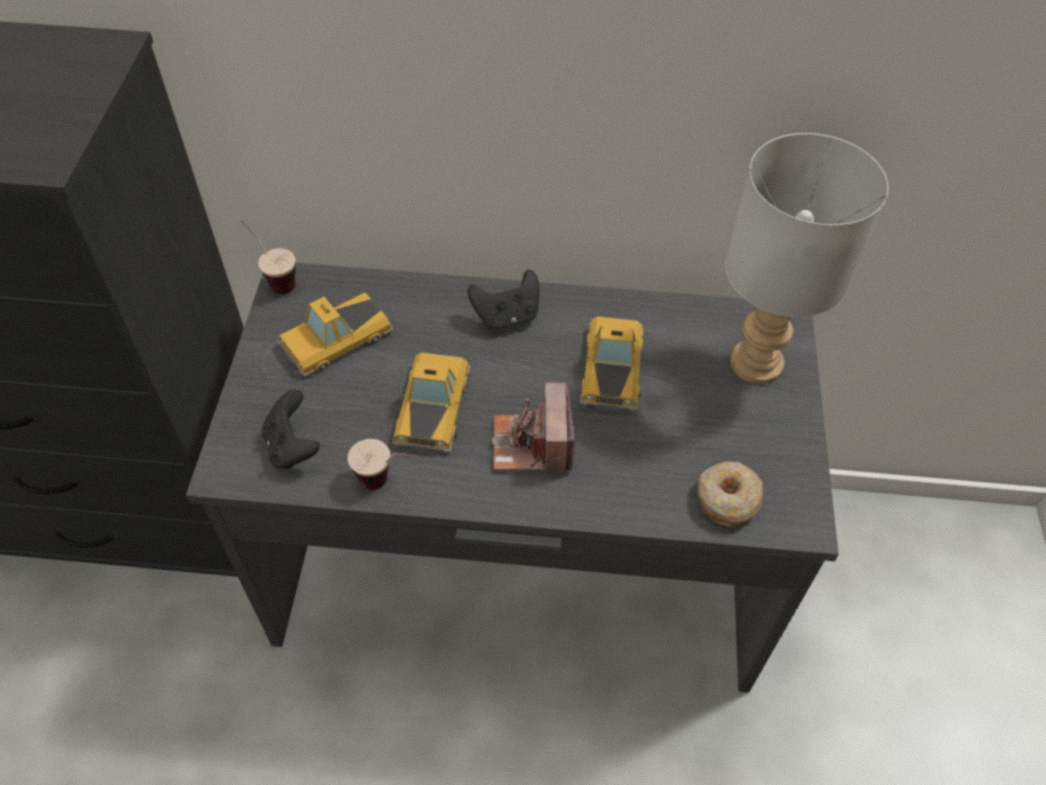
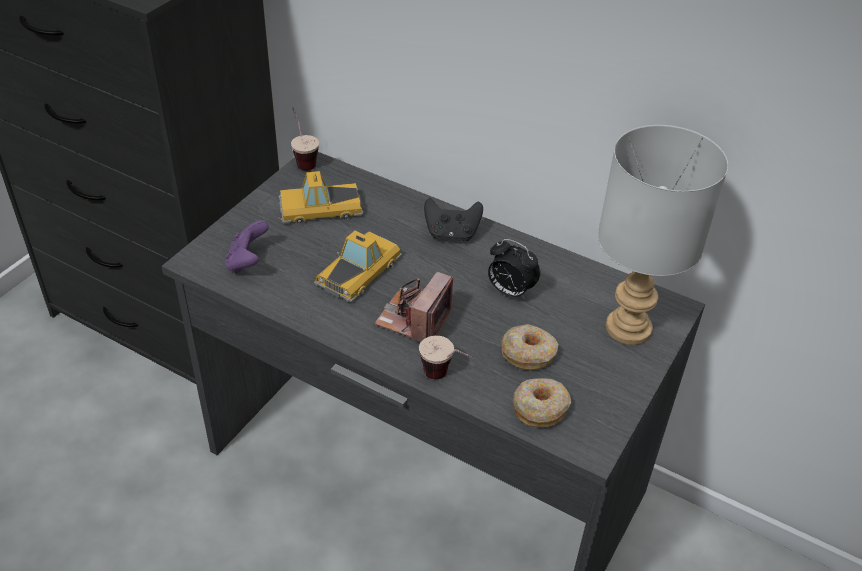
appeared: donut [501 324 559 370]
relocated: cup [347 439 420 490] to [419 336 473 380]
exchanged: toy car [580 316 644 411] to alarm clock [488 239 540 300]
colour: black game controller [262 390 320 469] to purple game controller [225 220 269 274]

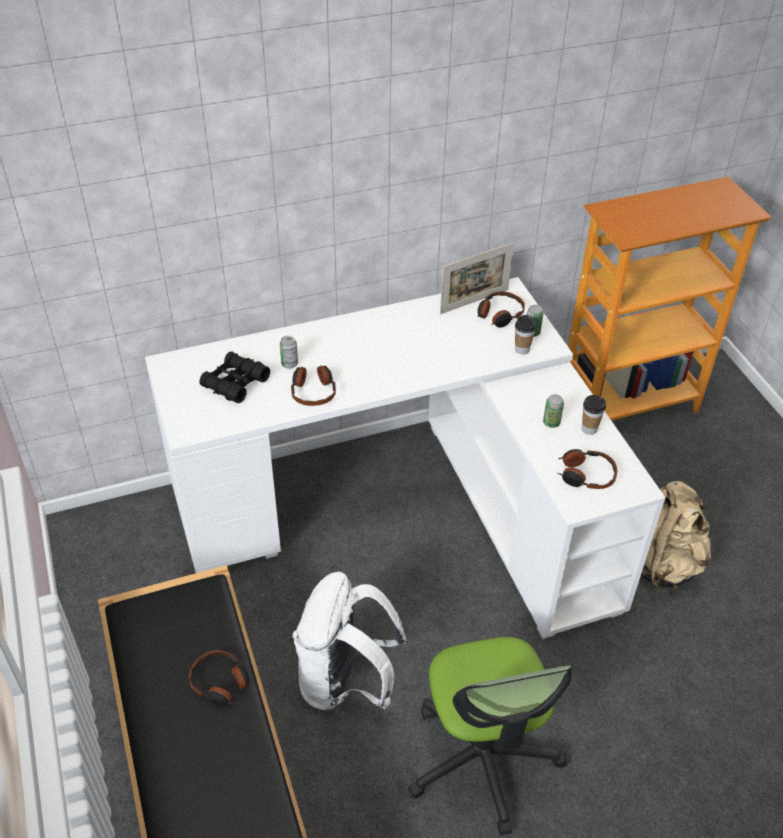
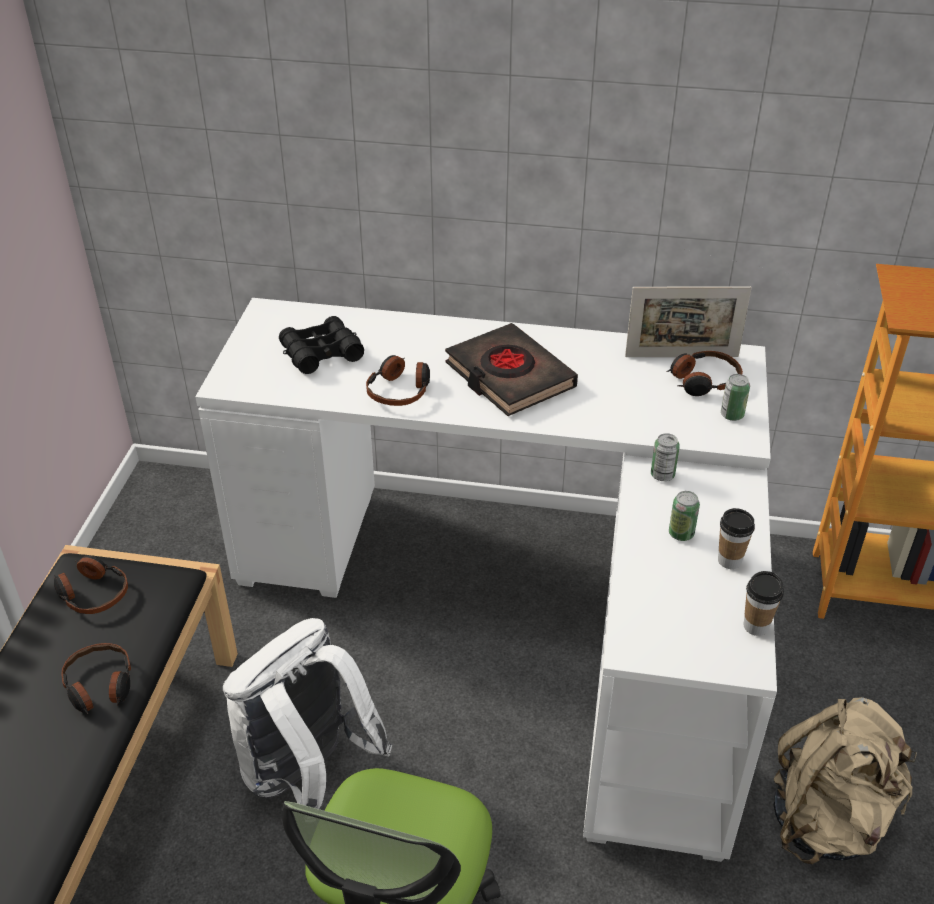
appeared: black book [445 323 578 416]
relocated: headphones [558 449 617 489] to [54 555 128 614]; can [280 336 298 369] to [651 433 680 481]; cup [515 315 536 355] to [744 571 784 636]

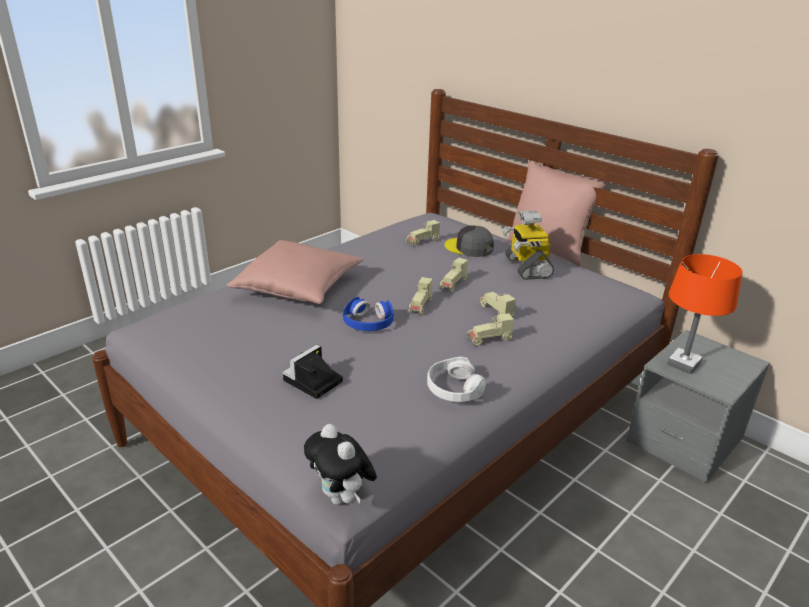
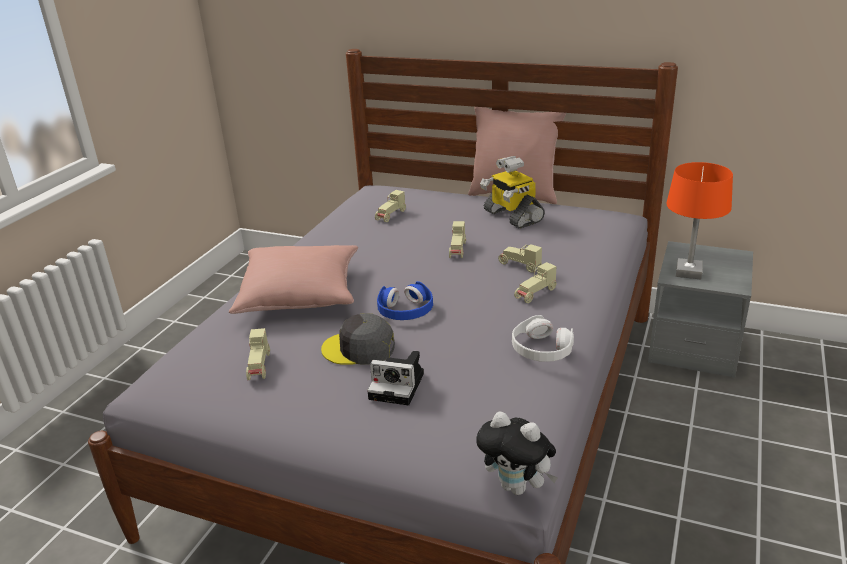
relocated: beige toy car [409 277 433 315] to [246 328 270 380]; grey cap [444 225 494 257] to [321 313 395 365]
spun: photo camera [283 345 343 399] = [367 351 424 405] 90 degrees counterclockwise

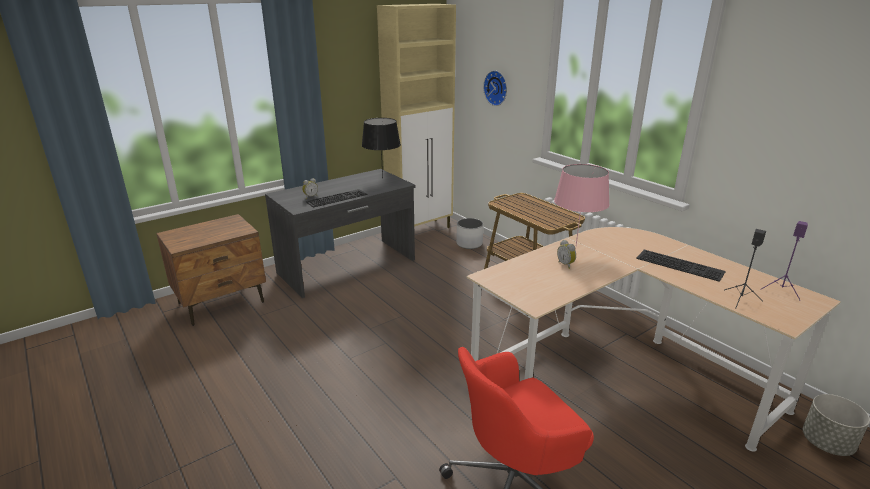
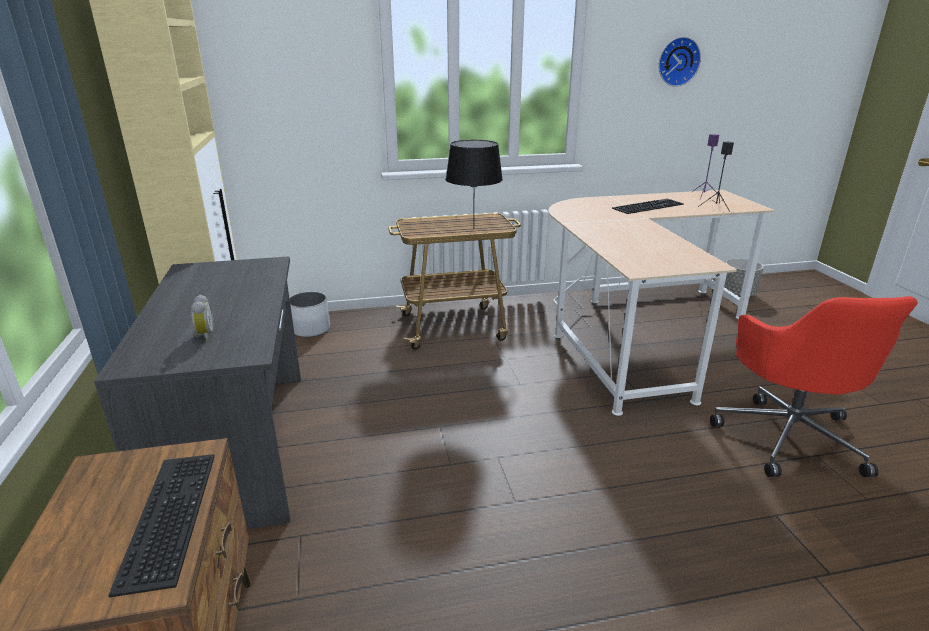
missing: pink table lamp [554 164 610 246]; alarm clock [557 240 576 269]
relocated: keyboard [306 189 367 208] to [108 454 215 597]; black table lamp [362 118 401 179] to [446 140 503 230]; wall clock [483 70 507 106] to [659 37 701 87]

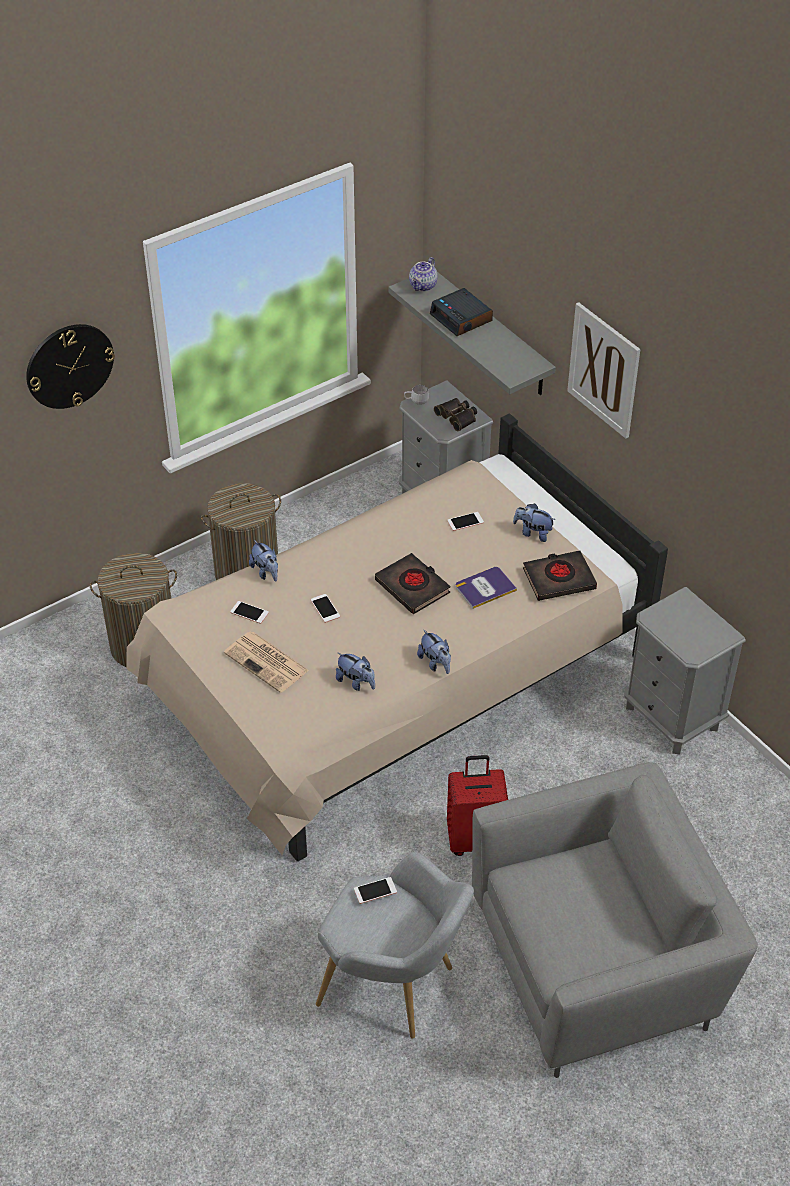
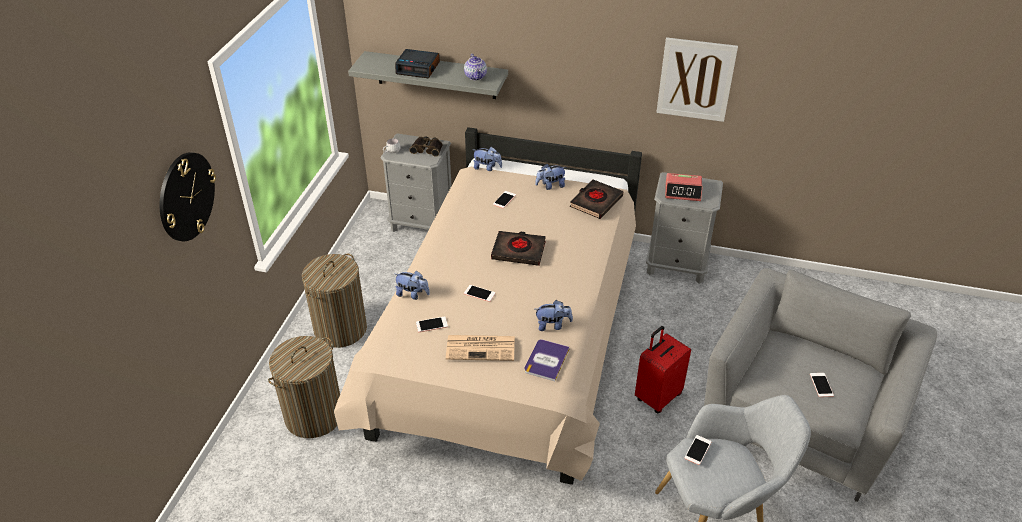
appeared: alarm clock [665 173 703 201]; phone [810 373 834 397]
relocated: teapot [409 257 438 292] to [464 53 487 80]; plush toy [417 630 451 674] to [474 147 502 171]; book [455 567 517 609] to [524 339 570 381]; picture [567 302 640 439] to [656 37 738 122]

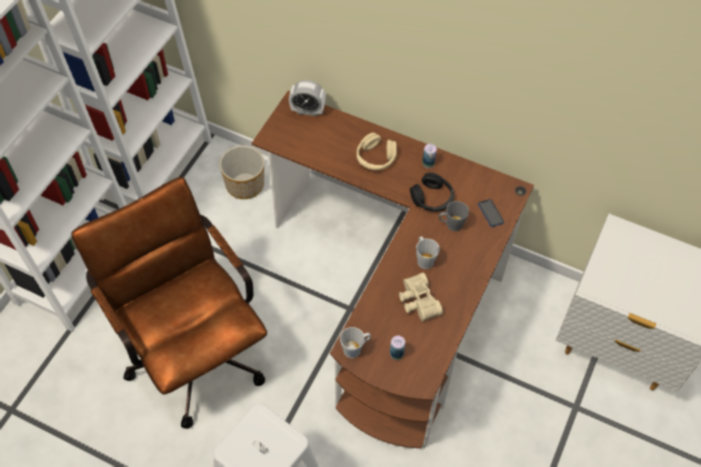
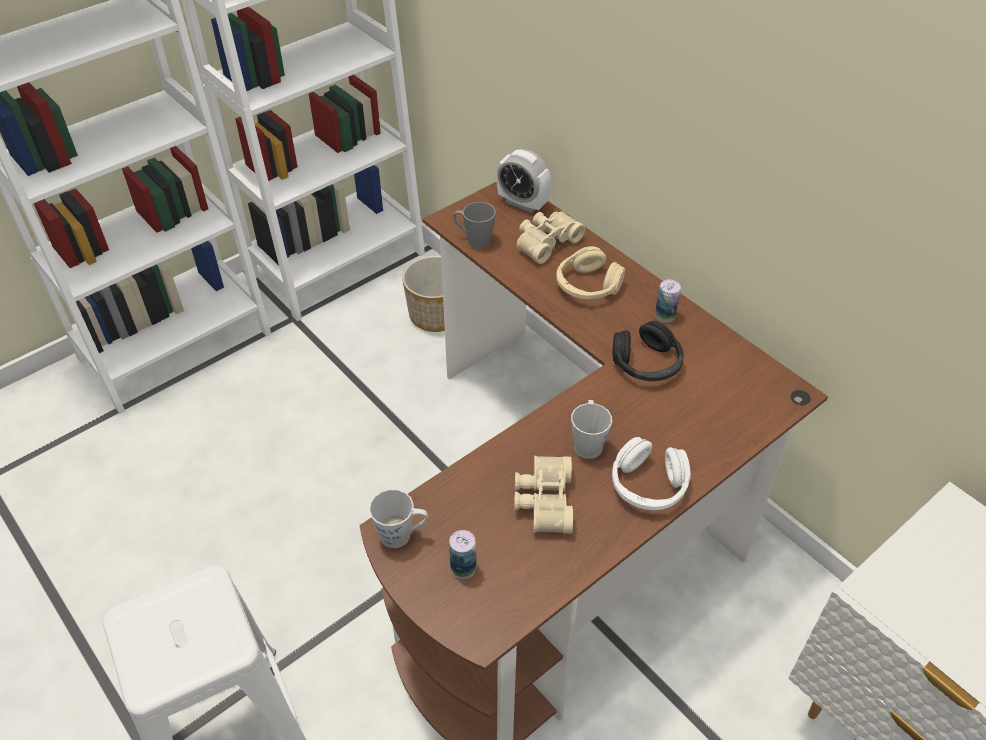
missing: brown office chair [71 177 267 429]; phone [478 199 504 227]
appeared: beige binoculars [516 211 585 264]; white headphones [612 437 691 510]
relocated: grey mug [439 201 469 231] to [453 202 496 249]

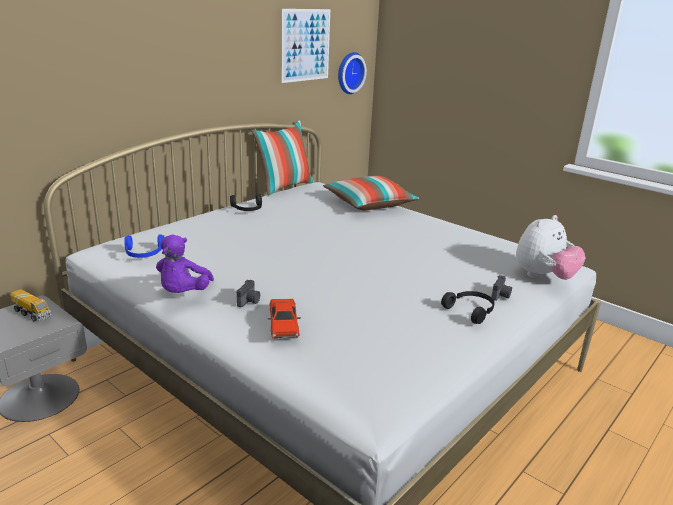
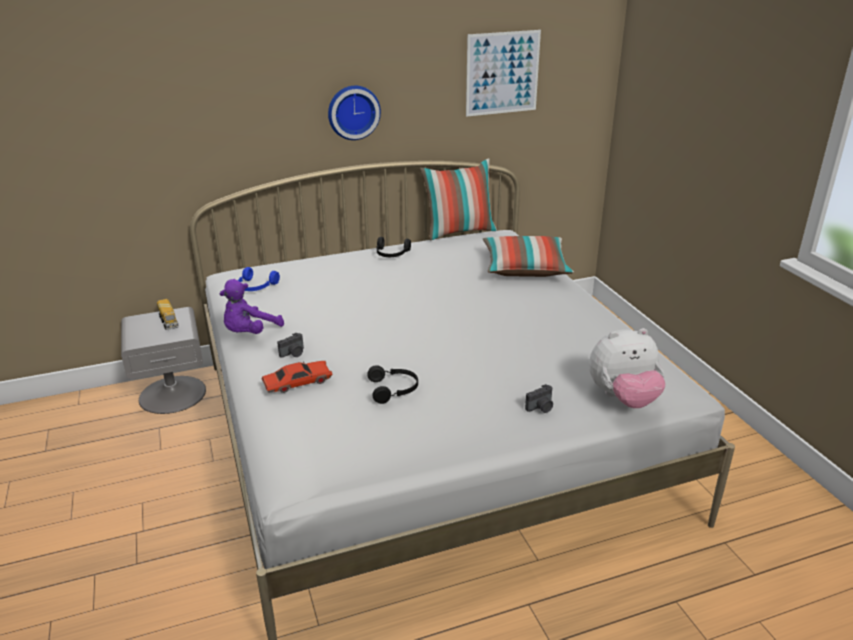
relocated: wall clock [338 52 367 94] to [328 86 381 140]; black headphones [441 291 495 324] to [367 365 418 404]
spun: red toy car [268 299 301 339] = [262 361 332 393] 135 degrees counterclockwise

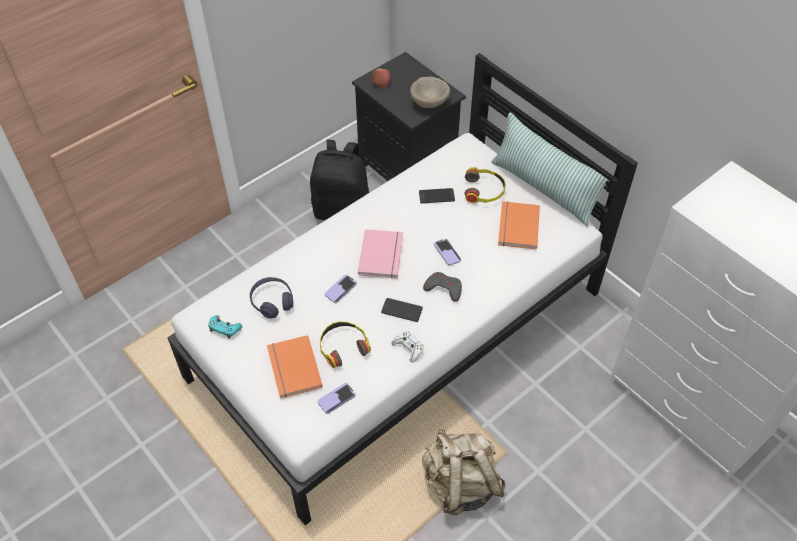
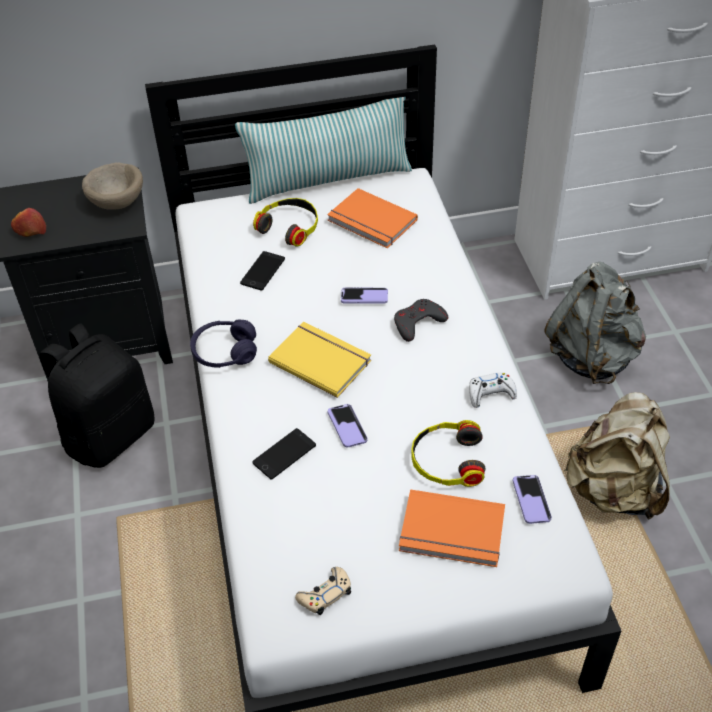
appeared: grey backpack [544 262 646 384]
relocated: purple headphones [250 277 293 319] to [190 320 257 368]; phone [381 298 423 322] to [252 428 316 480]
colour: pink book [358 229 403 279] to yellow book [268 322 371 398]; turquoise game controller [208 315 242 339] to beige game controller [295 567 351 615]

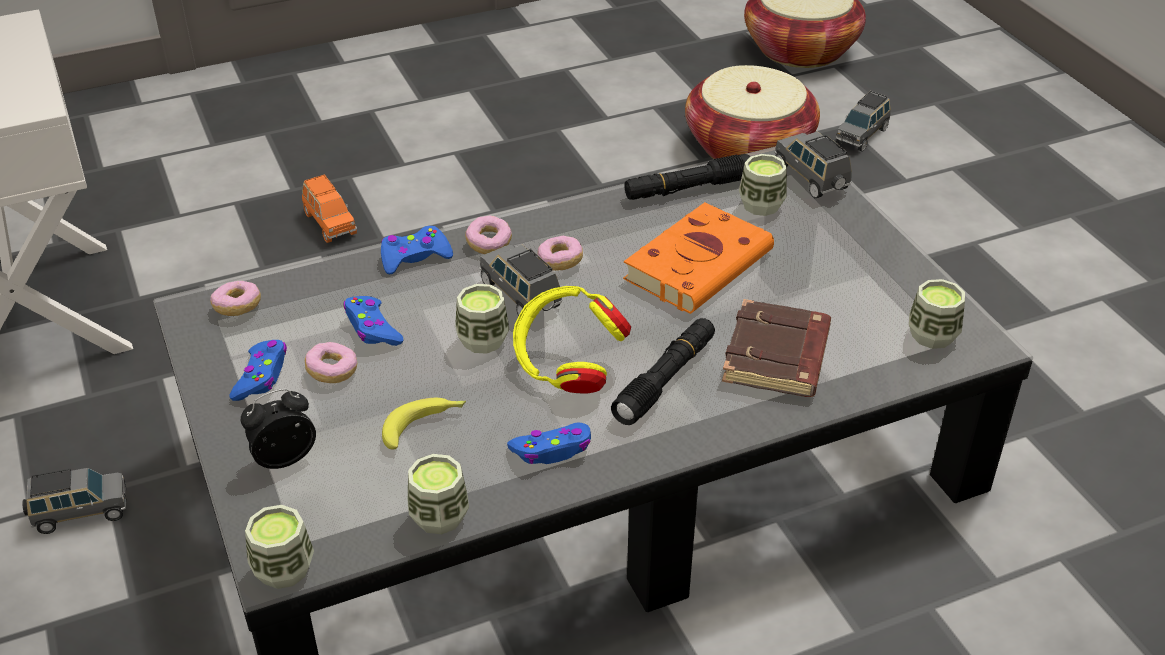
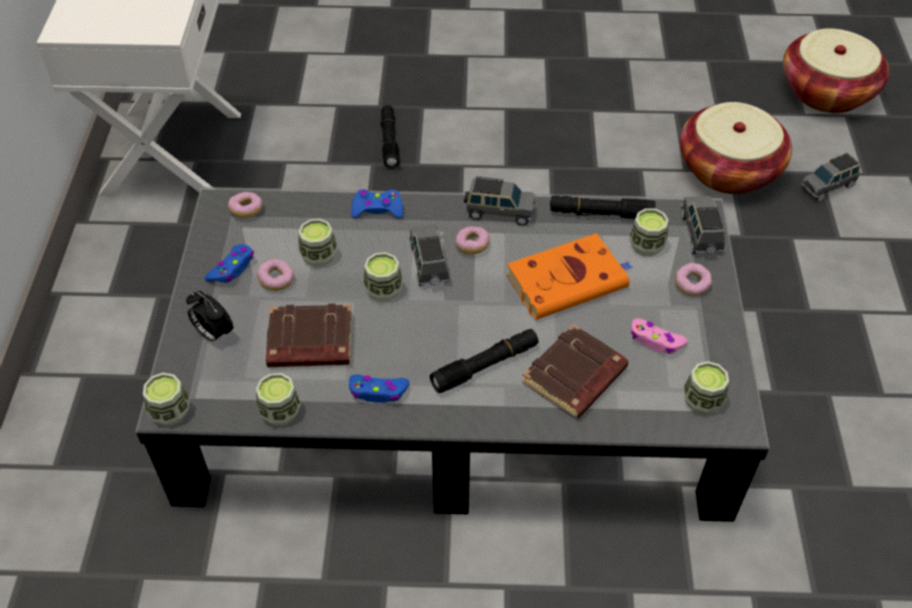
missing: yellow headphones [513 286 631 394]
appeared: pink game controller [631 318 688 354]
relocated: grey toy car [22 468 127 534] to [464 177 535 226]; donut [465 215 512 254] to [675 263 712 297]
exchanged: banana [382 398 466 449] to brown book [266 303 352 367]; blue game controller [344 296 403 346] to cup [298 219 337 267]; orange toy car [302 174 357 243] to black flashlight [380 105 400 169]
spun: alarm clock [241 389 316 469] = [186 291 233 343] 135 degrees counterclockwise

